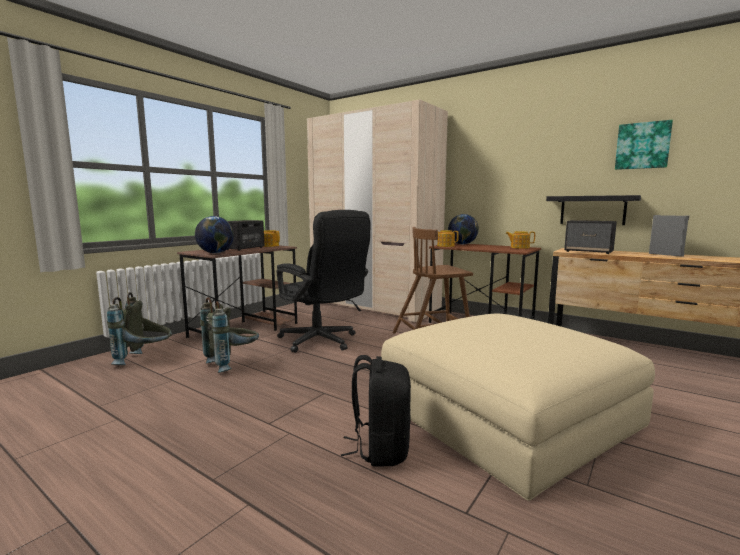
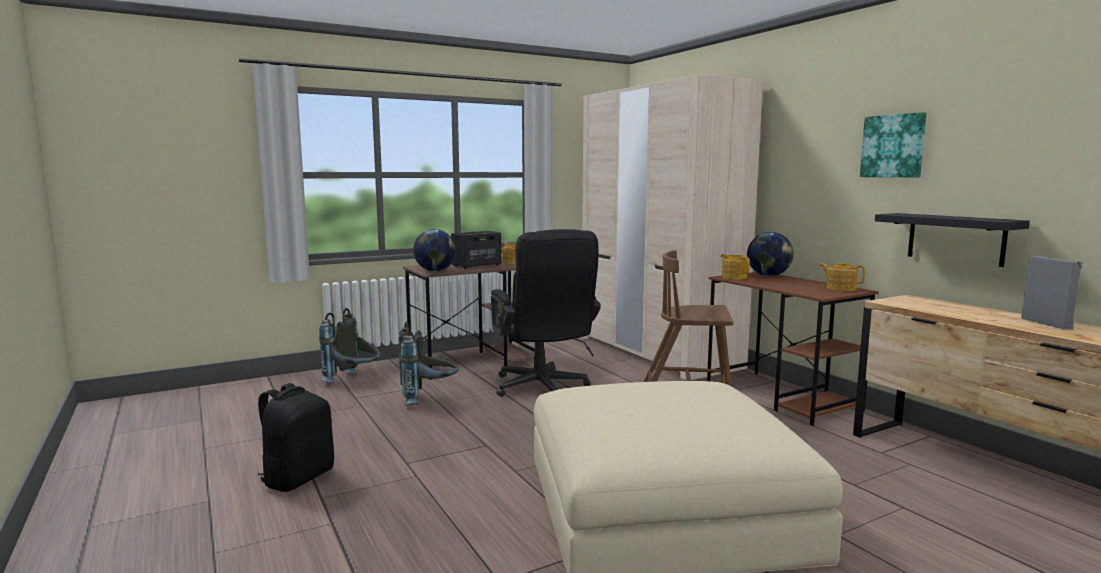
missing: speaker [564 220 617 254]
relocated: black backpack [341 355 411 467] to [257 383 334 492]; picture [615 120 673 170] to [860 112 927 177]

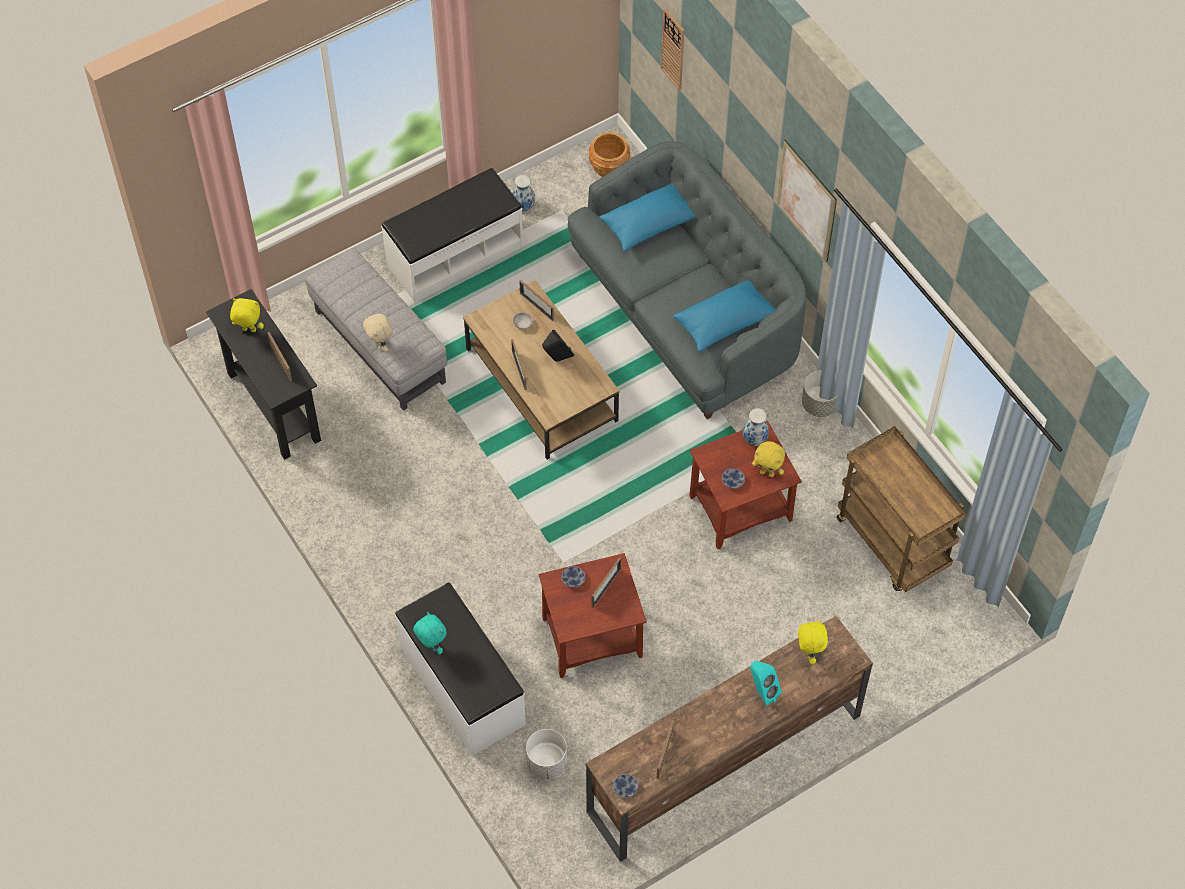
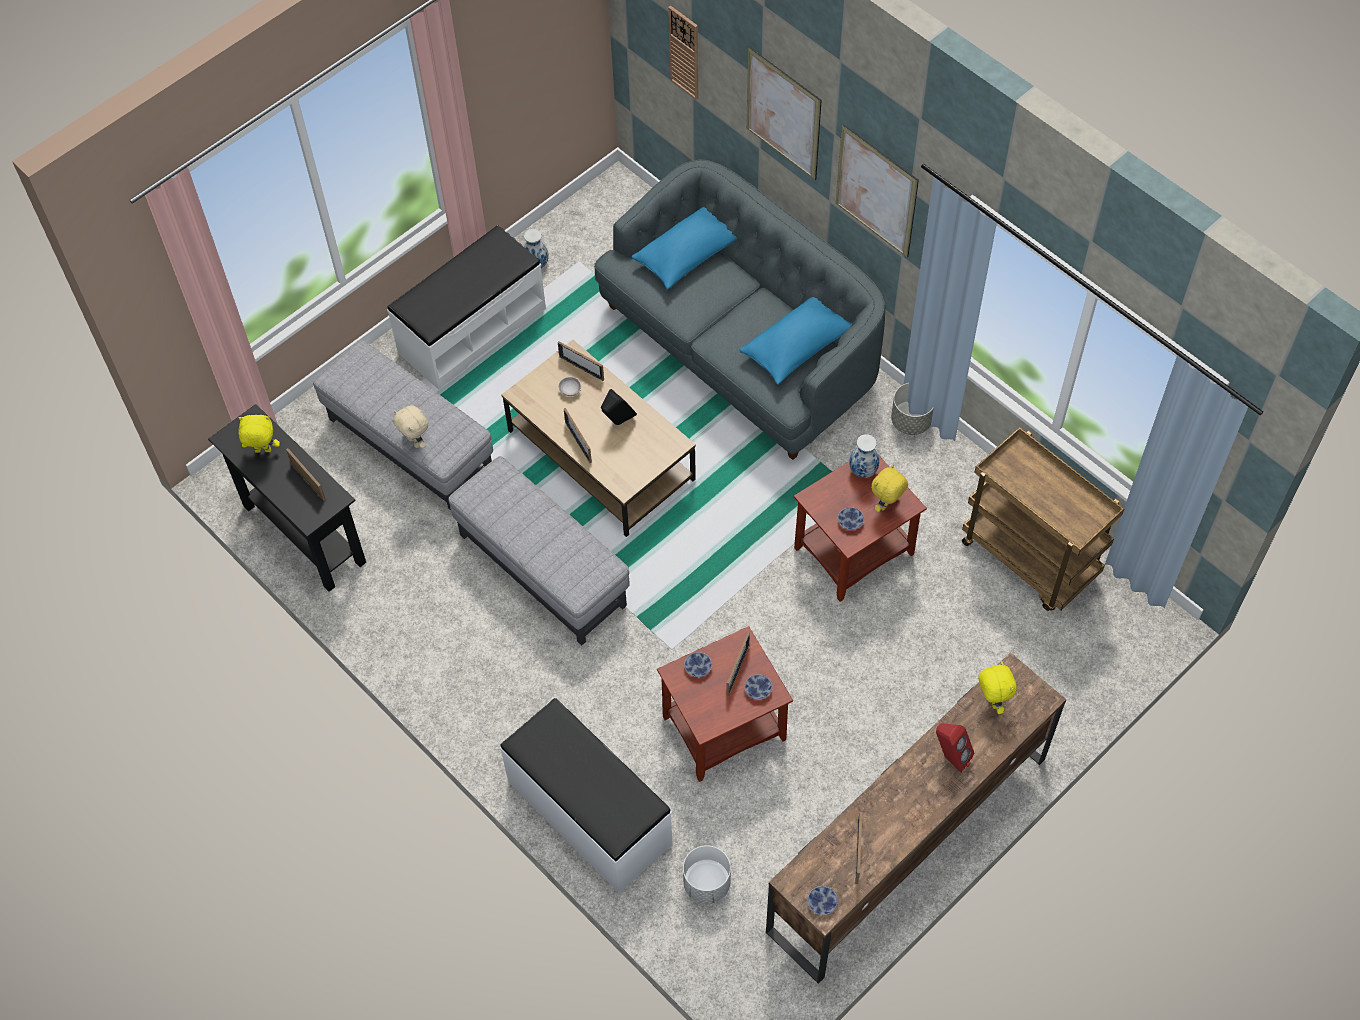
missing: turquoise plush toy [413 612 447 655]; brown planter [589 132 630 177]
appeared: grey ottoman [448 456 630 646]; bowl [745 674 772 700]; picture [747 47 822 180]
colour: turquoise speaker [750 661 782 706] to red speaker [936 723 974 772]
spun: yellow plush toy [752 441 785 477] = [871 464 908 512] 120 degrees clockwise

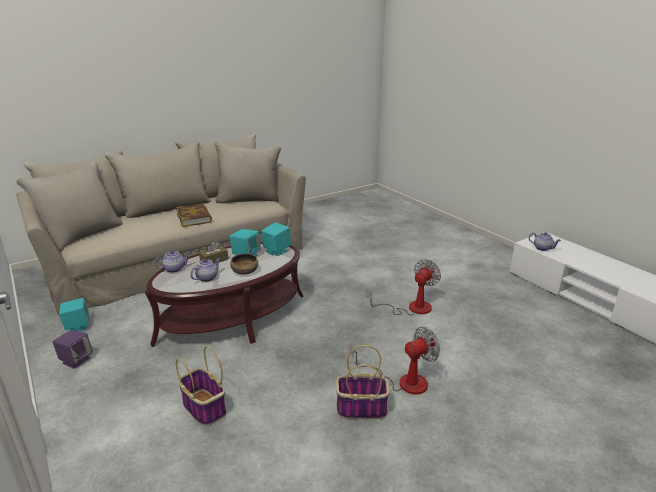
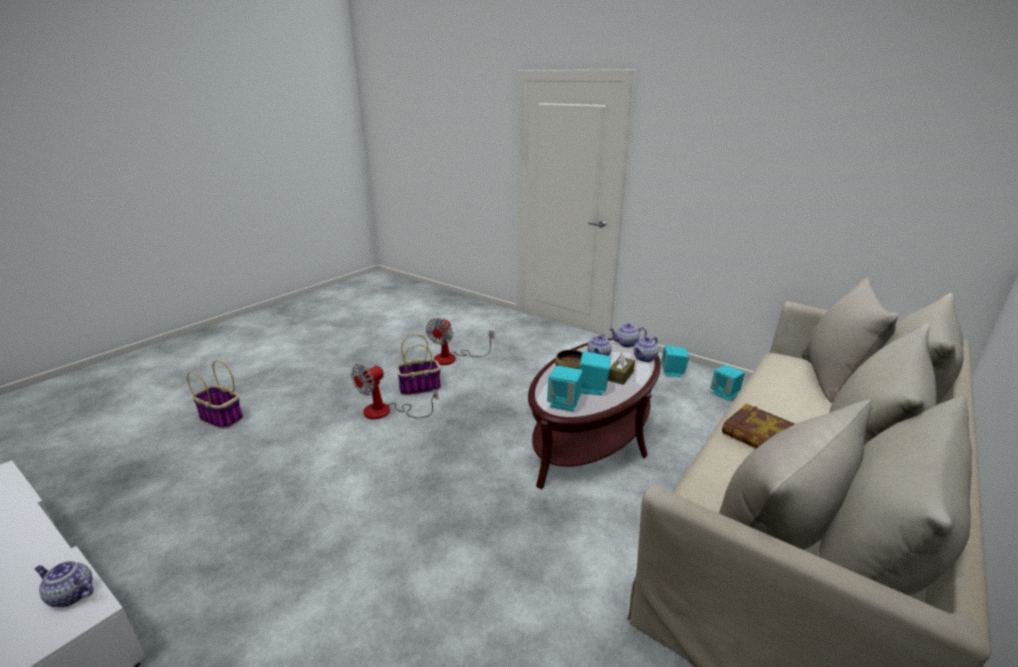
appeared: teapot [610 323 647 347]
relocated: basket [176 346 226 426] to [187 360 243 429]; fan [366 259 441 316] to [426 318 494 365]
colour: purple speaker [53 330 93 369] to turquoise speaker [661 345 689 377]

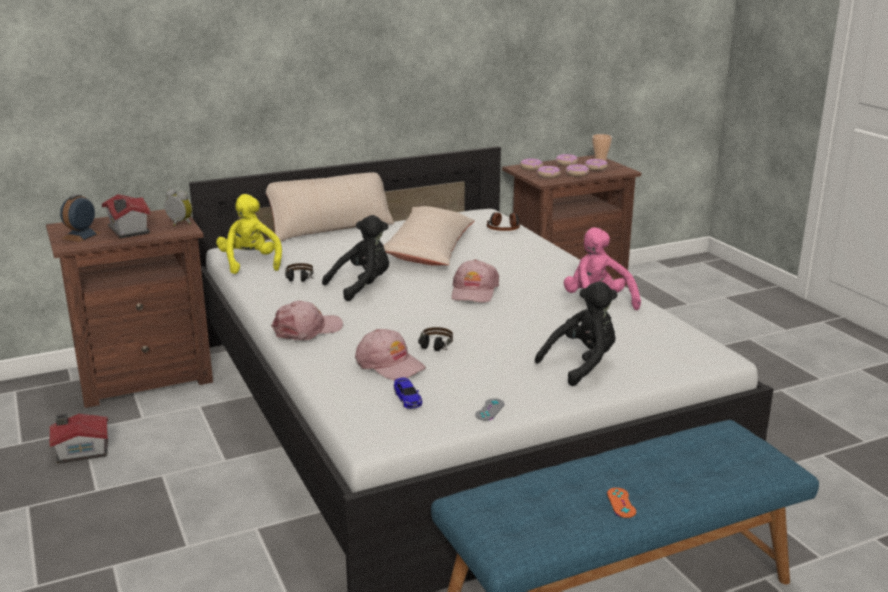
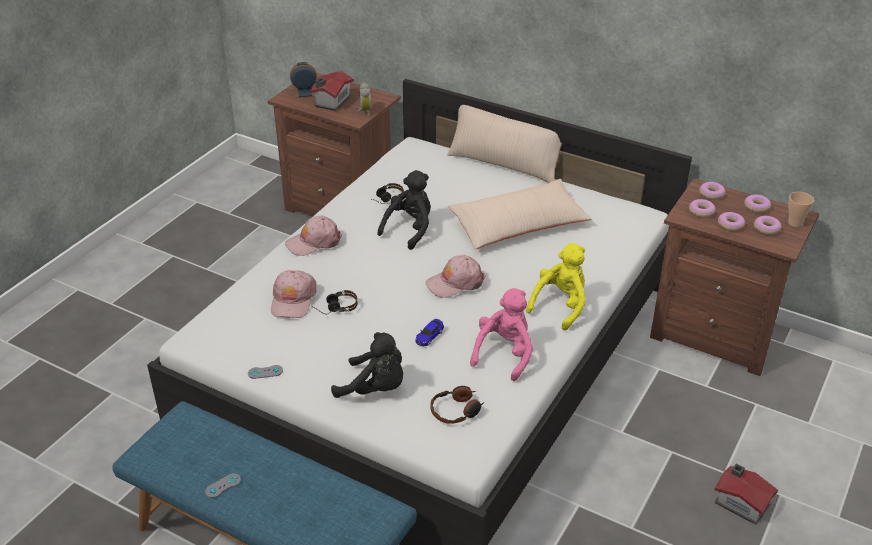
relocated: toy car [394 377 422 409] to [416 319 444 346]; headphones [487 212 520 231] to [430 386 483 424]; yellow plush toy [216 194 282 274] to [526 243 586 331]; toy house [49 414 108 464] to [714 463 778 525]
colour: orange game controller [607 488 636 518] to grey game controller [205 473 241 498]
spun: pink cap [271 301 343 340] = [285 216 342 256] 135 degrees clockwise; black plush toy [322 215 389 301] = [377 170 431 250] 75 degrees counterclockwise

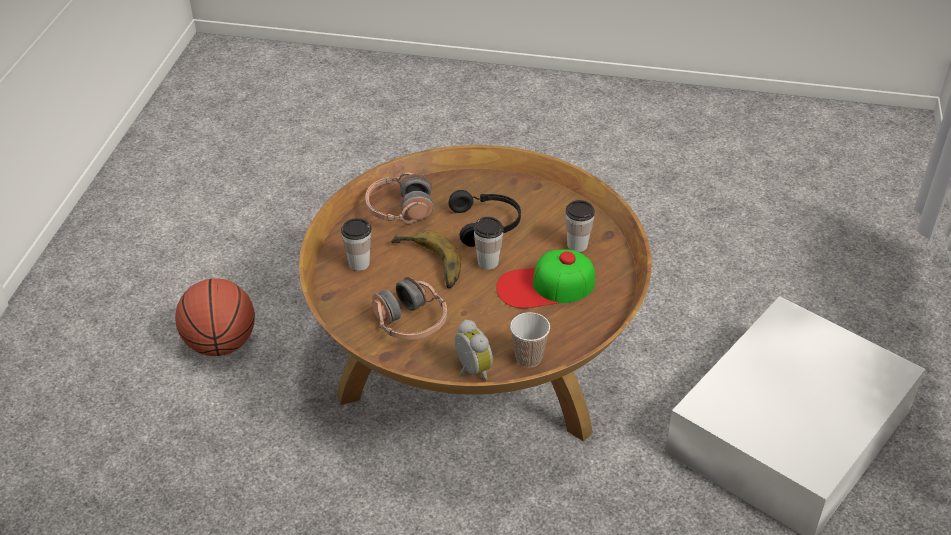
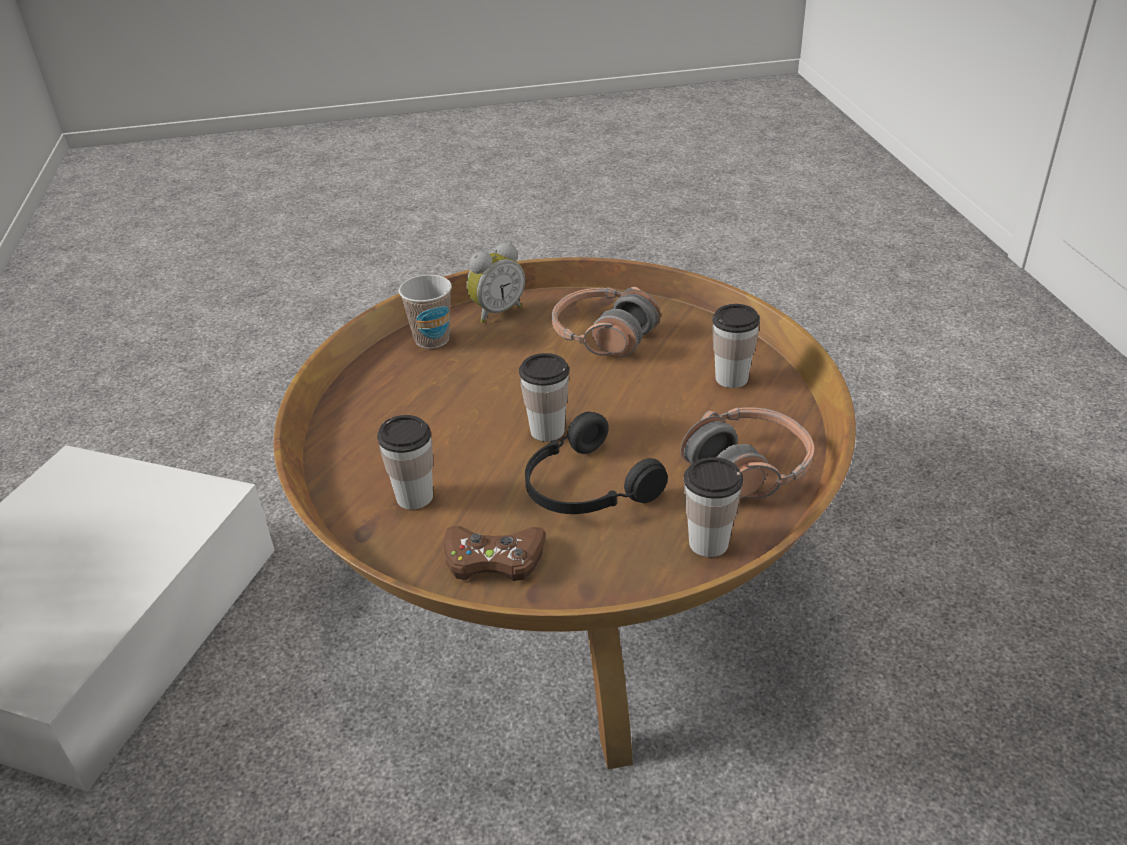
missing: basketball [175 278 255 356]; banana [391 230 461 288]; cap [496 249 595 308]
appeared: brown game controller [444 526 546 581]; cup [684 457 743 557]
spun: alarm clock [455 319 493 380] = [466 242 525 323] 75 degrees counterclockwise

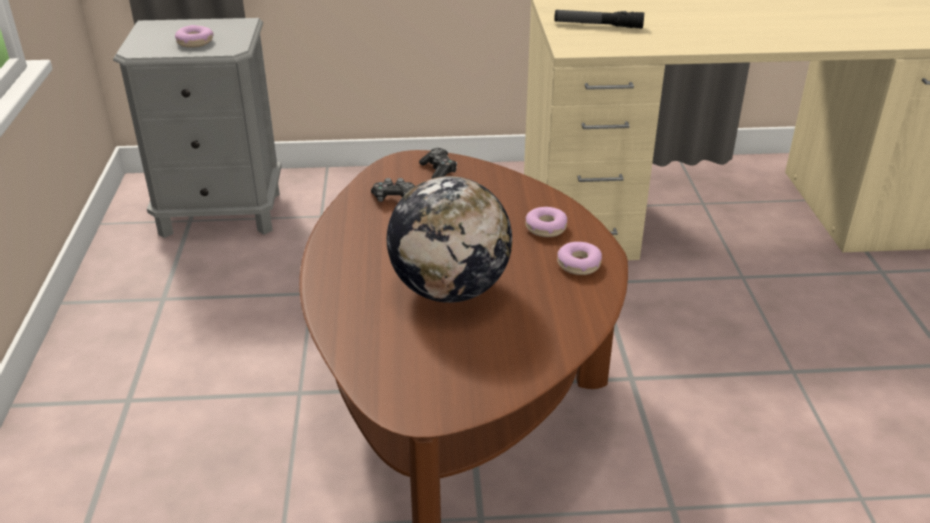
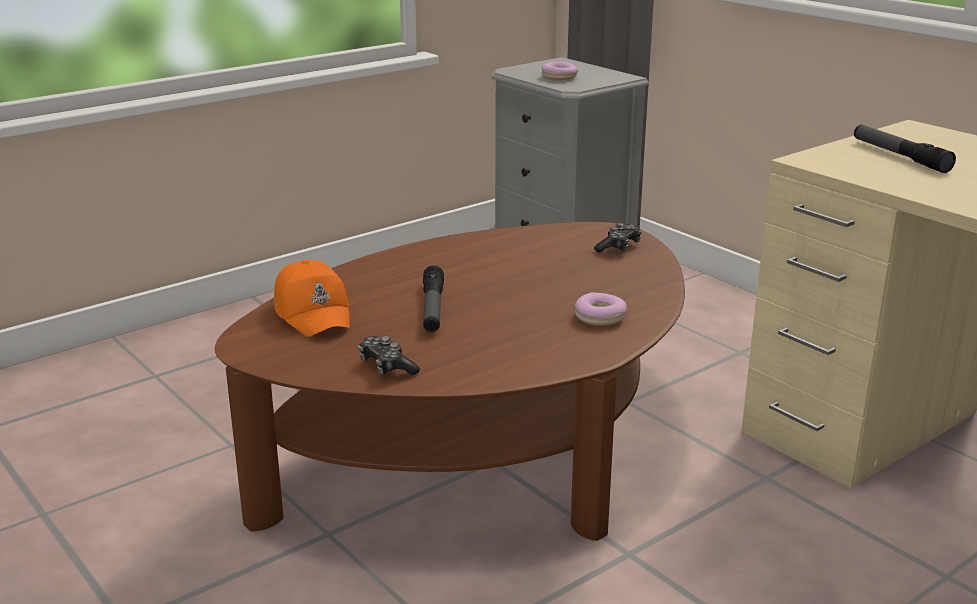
missing: donut [557 242 602 275]
appeared: orange cap [274 260 350 337]
relocated: game controller [371 178 415 202] to [358 336 420 375]
exchanged: globe [387 176 512 303] to flashlight [423 265 444 332]

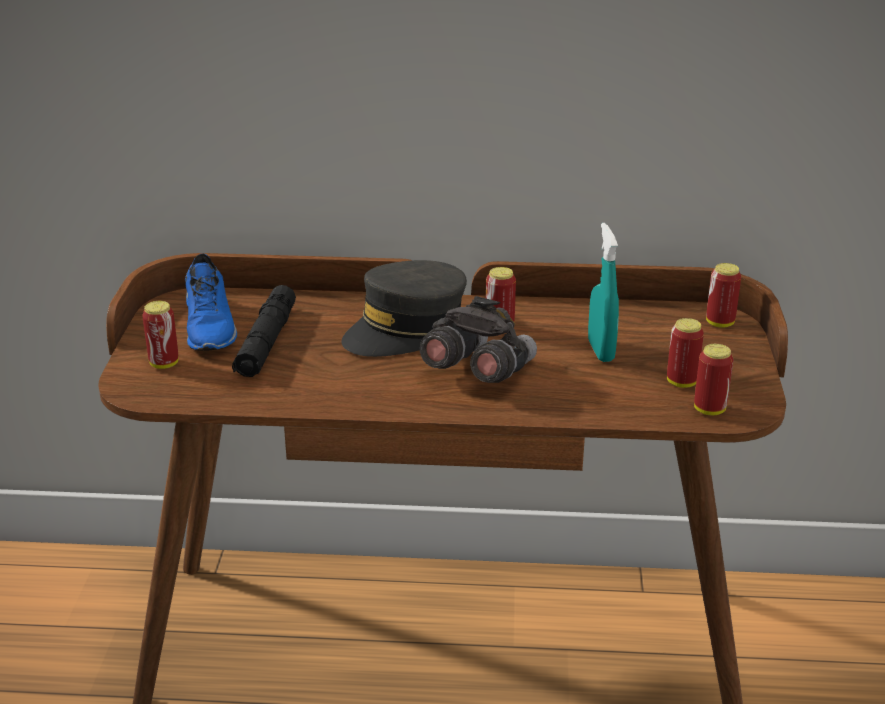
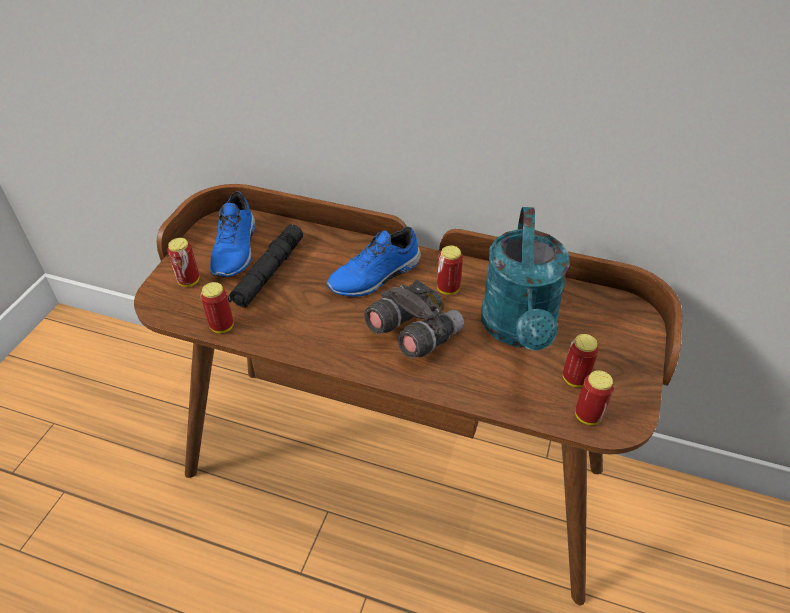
relocated: can [706 263 741 328] to [201 282 234 333]
exchanged: grey cap [342 260 467 357] to blue shoe [326 227 421 297]; turquoise spray bottle [588 223 619 362] to turquoise watering can [481 207 570 351]

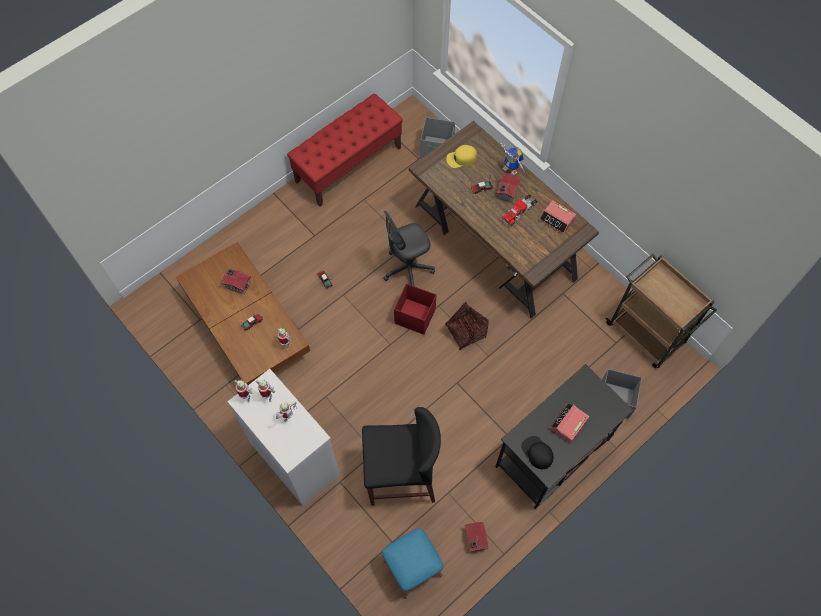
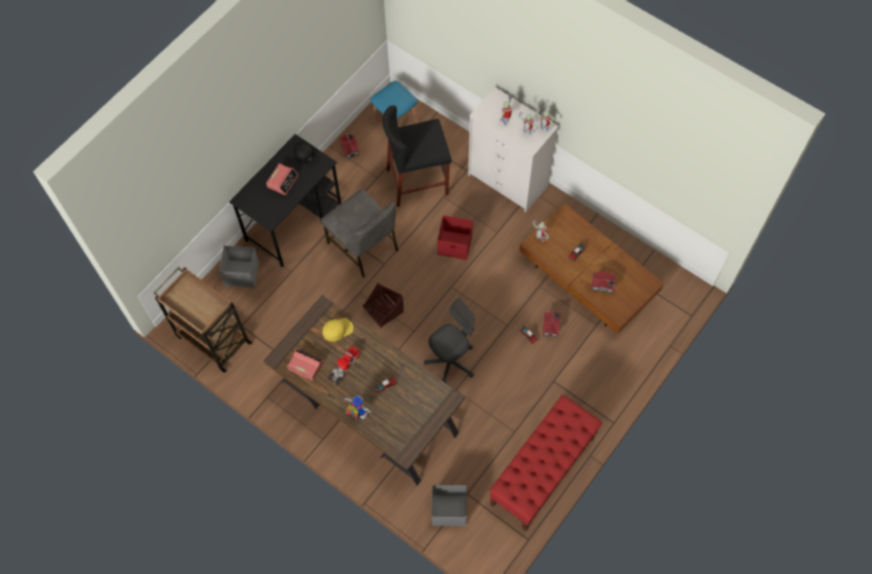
appeared: grey chair [321 189 398 278]
relocated: yellow cap [446 145 477 168] to [322 318 353 342]; red storage box [394 283 436 335] to [437 215 473 260]; toy house [497 173 520 203] to [542 311 561 337]

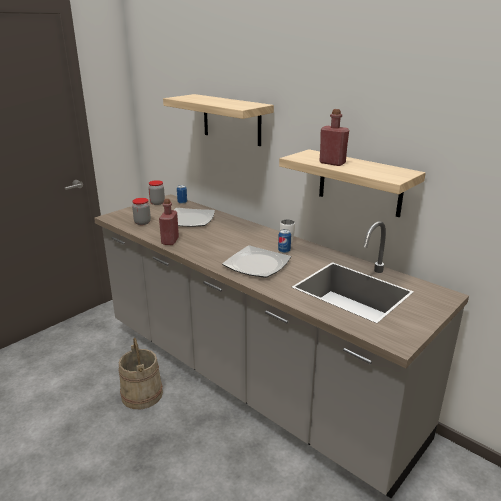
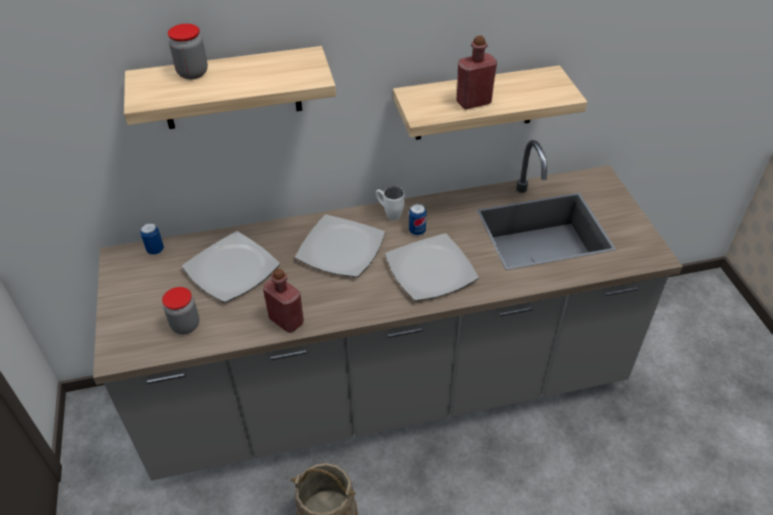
appeared: plate [295 215 385 277]
relocated: jar [148 180 165 205] to [168 24 208 79]

